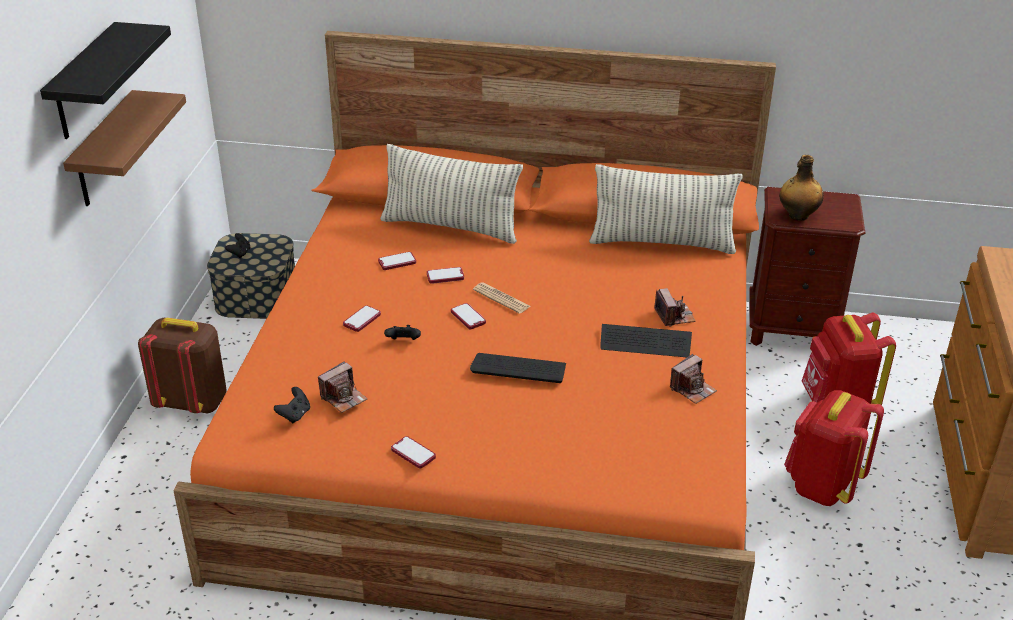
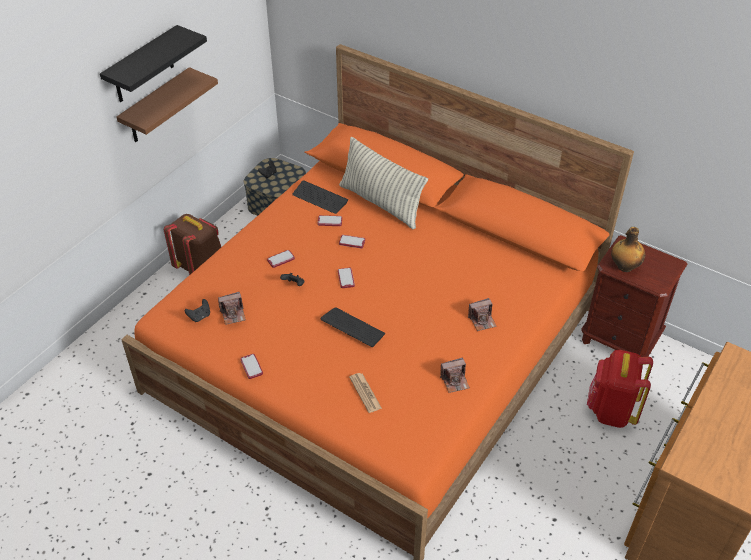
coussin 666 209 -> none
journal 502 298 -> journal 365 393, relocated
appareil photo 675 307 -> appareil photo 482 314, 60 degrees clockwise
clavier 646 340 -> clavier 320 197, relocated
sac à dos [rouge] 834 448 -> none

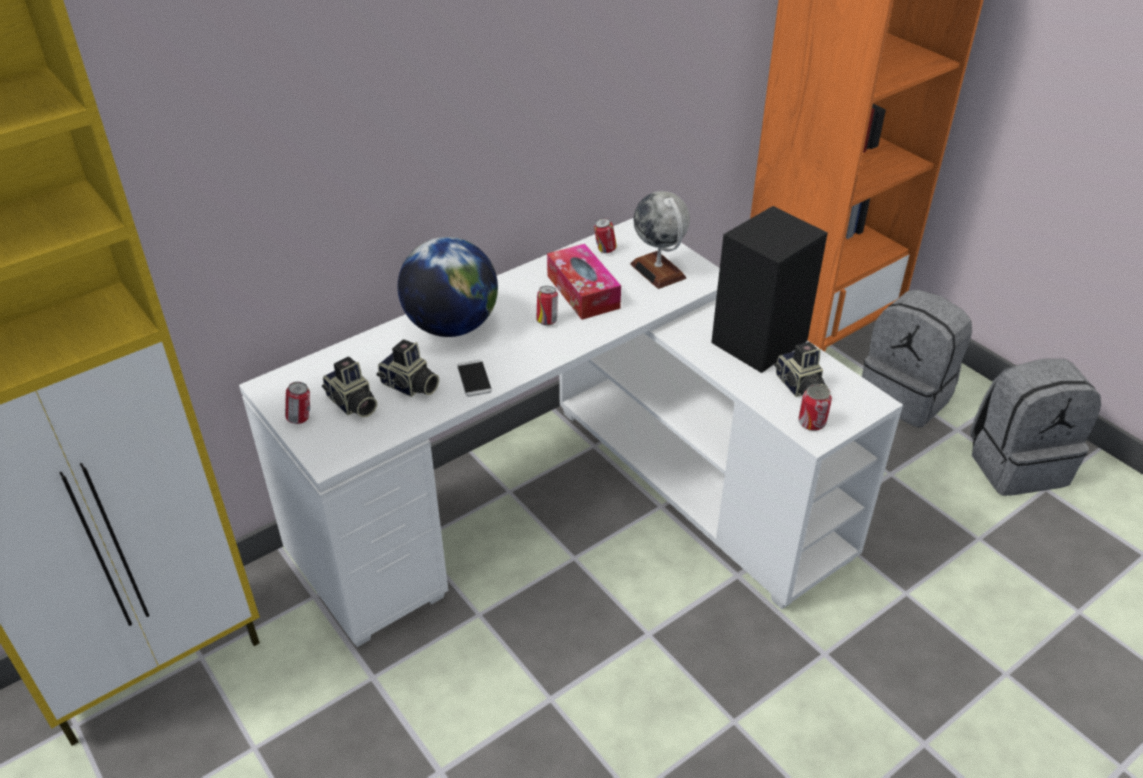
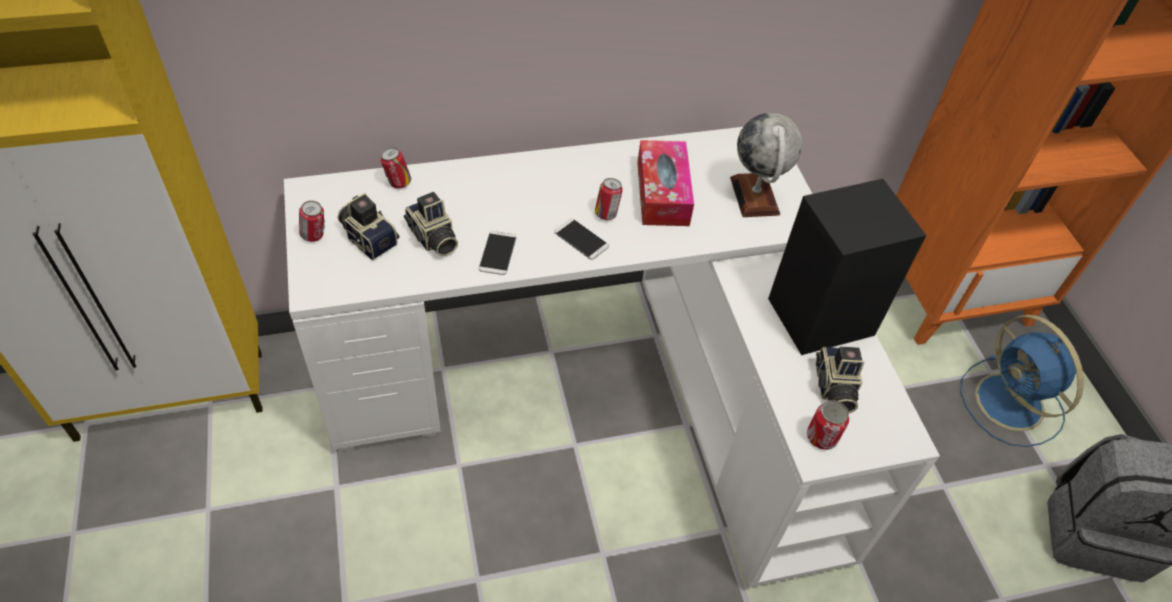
boîte métallique 605 235 -> boîte métallique 396 168, relocated
globe 448 287 -> none
sac à dos [gris] 917 358 -> ventilateur [bleu] 1022 381
appareil photo 349 386 -> appareil photo 369 226, 150 degrees clockwise
none -> téléphone 581 239

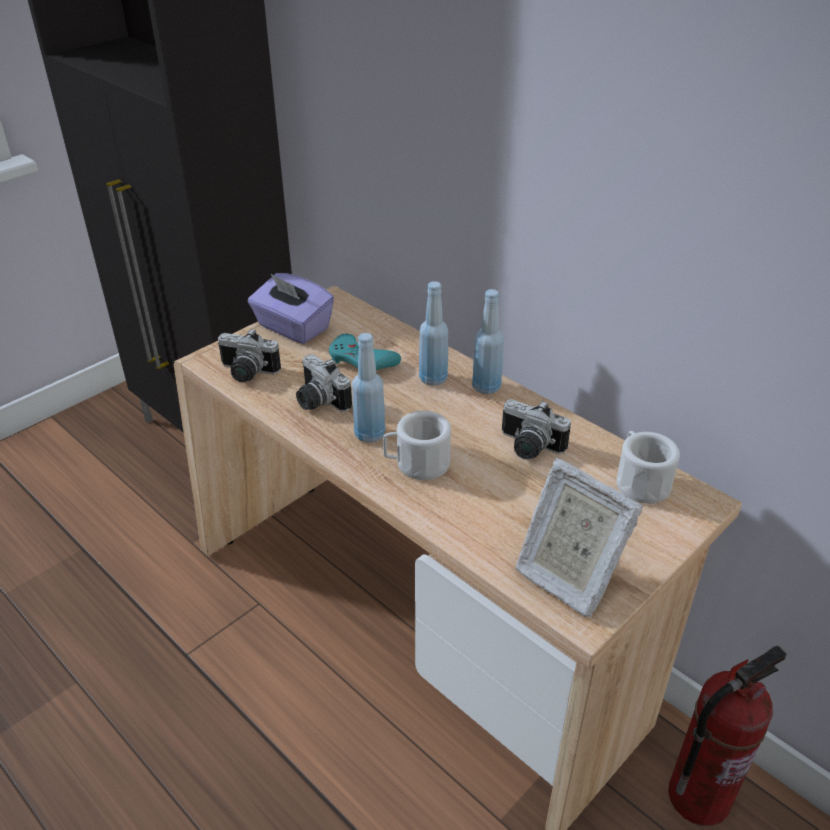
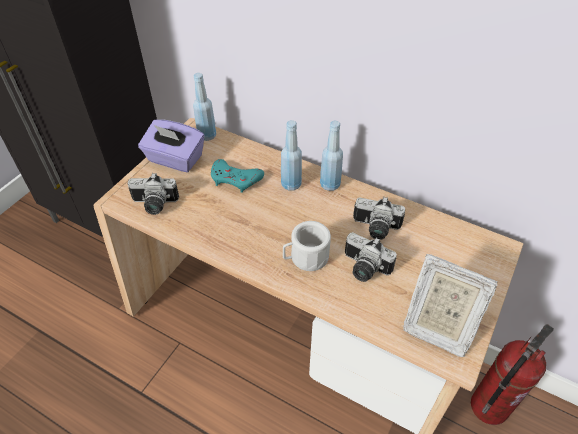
bouteille [bleu] 368 387 -> bouteille [bleu] 204 107, relocated
appareil photo 324 383 -> appareil photo 371 257, relocated
mug [blanc] 648 467 -> none

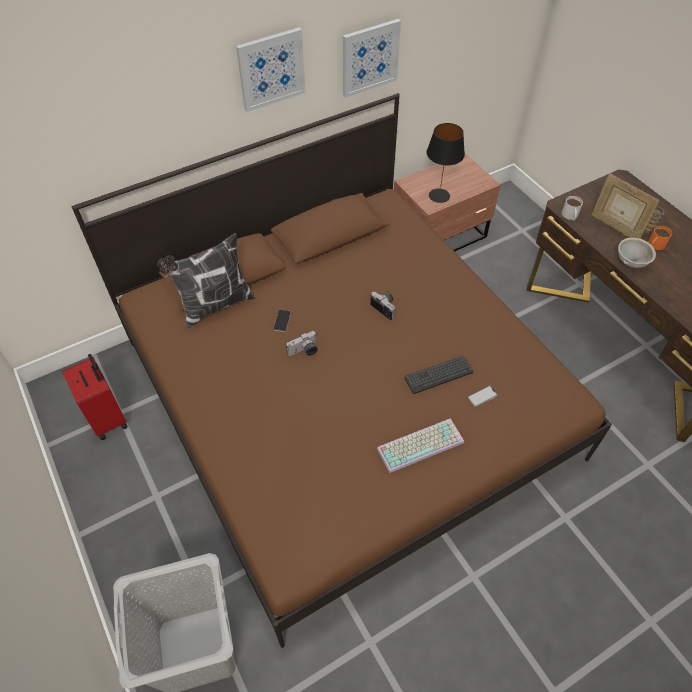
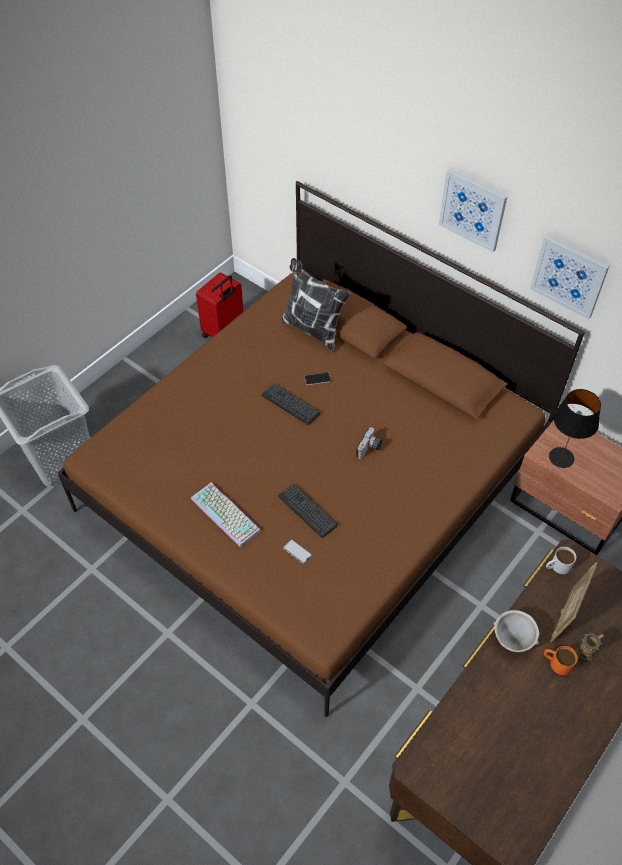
appareil photo 301 343 -> clavier 291 404

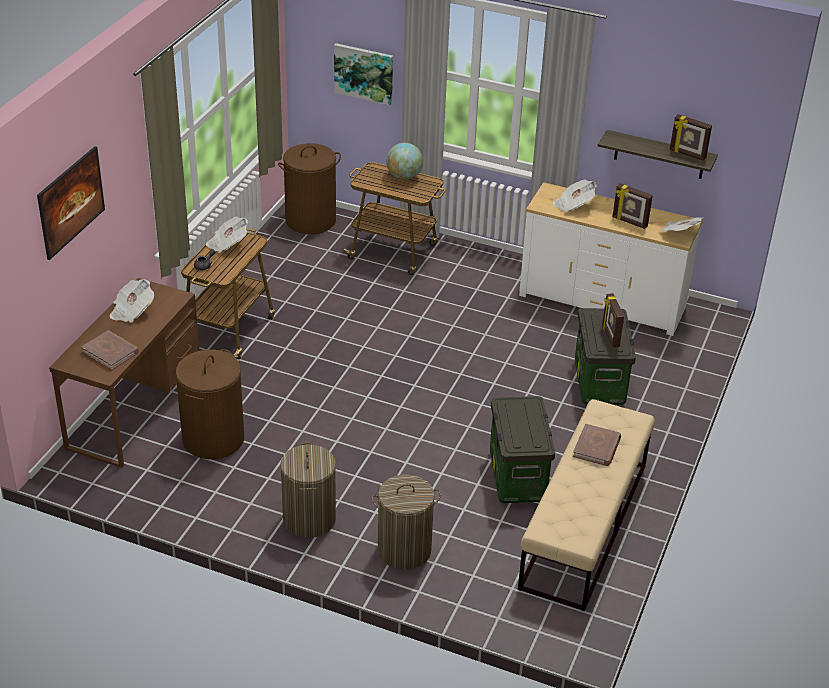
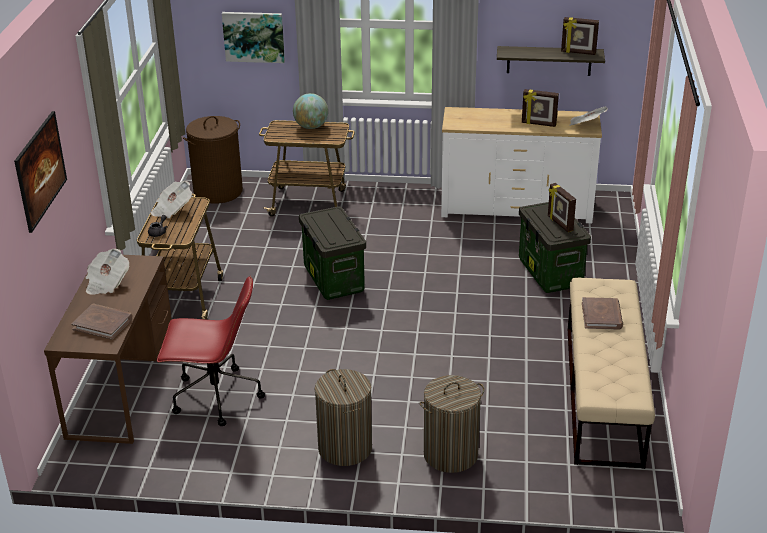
journal 575 196 -> none
panier à linge [marron] 209 404 -> chaise de bureau [rouge] 211 351
boîte de rangement 522 449 -> boîte de rangement 332 253, relocated

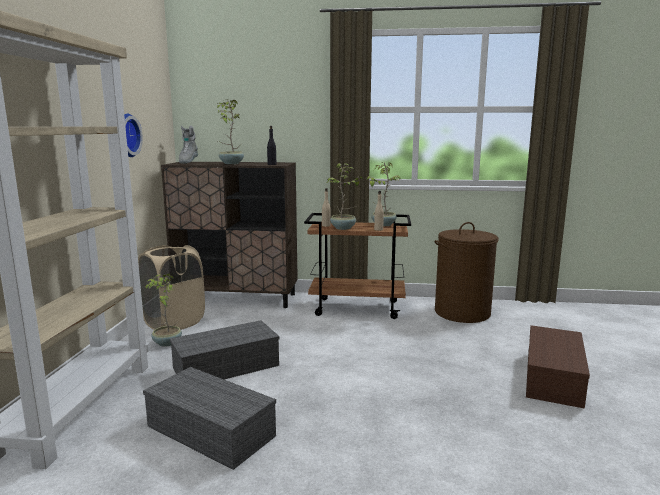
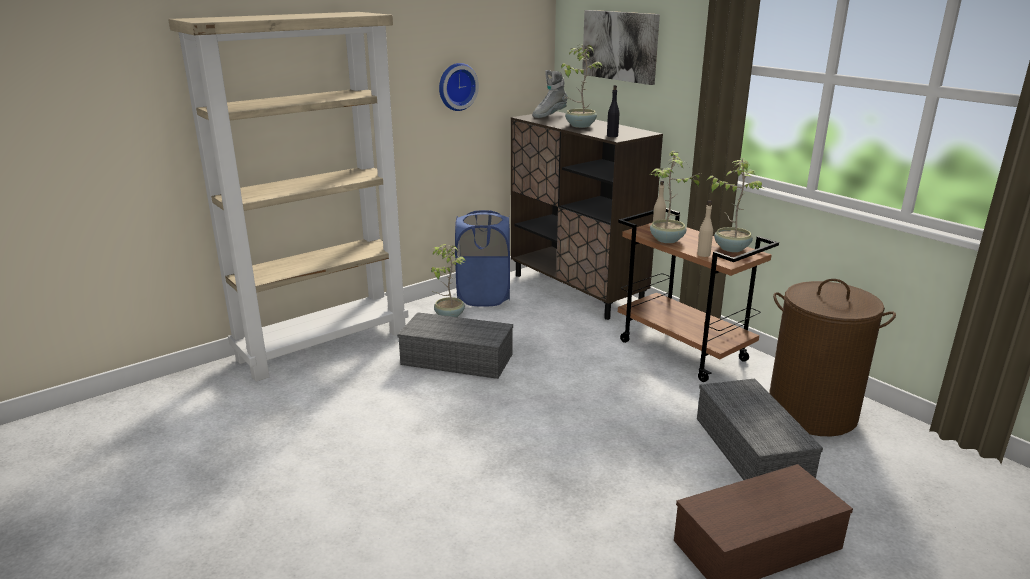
panier à linge [beige] 171 287 -> panier à linge [bleu] 482 258
boîte de rangement [gris] 209 418 -> boîte de rangement [gris] 760 429, relocated
none -> tableau 621 47

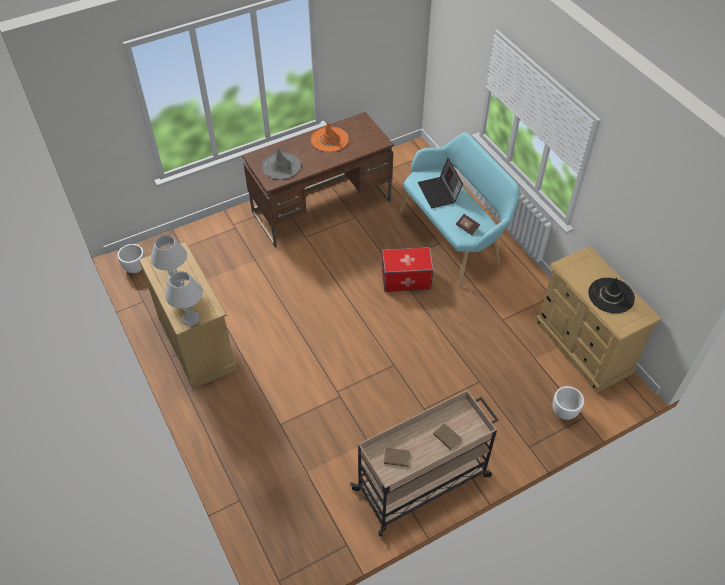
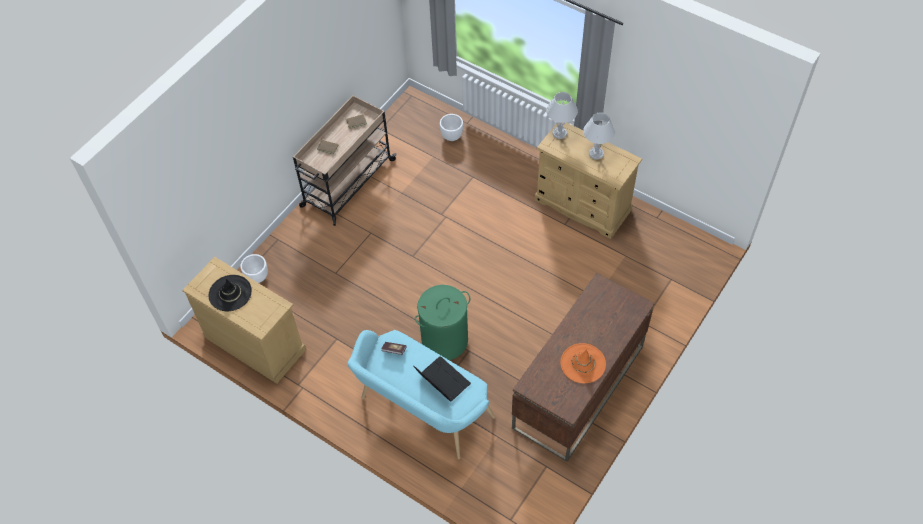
chapeau [gris] 281 163 -> none
cache-pot [blanc] 131 258 -> cache-pot [blanc] 451 127, relocated
boîte de rangement 408 269 -> panier à linge [vert] 442 322

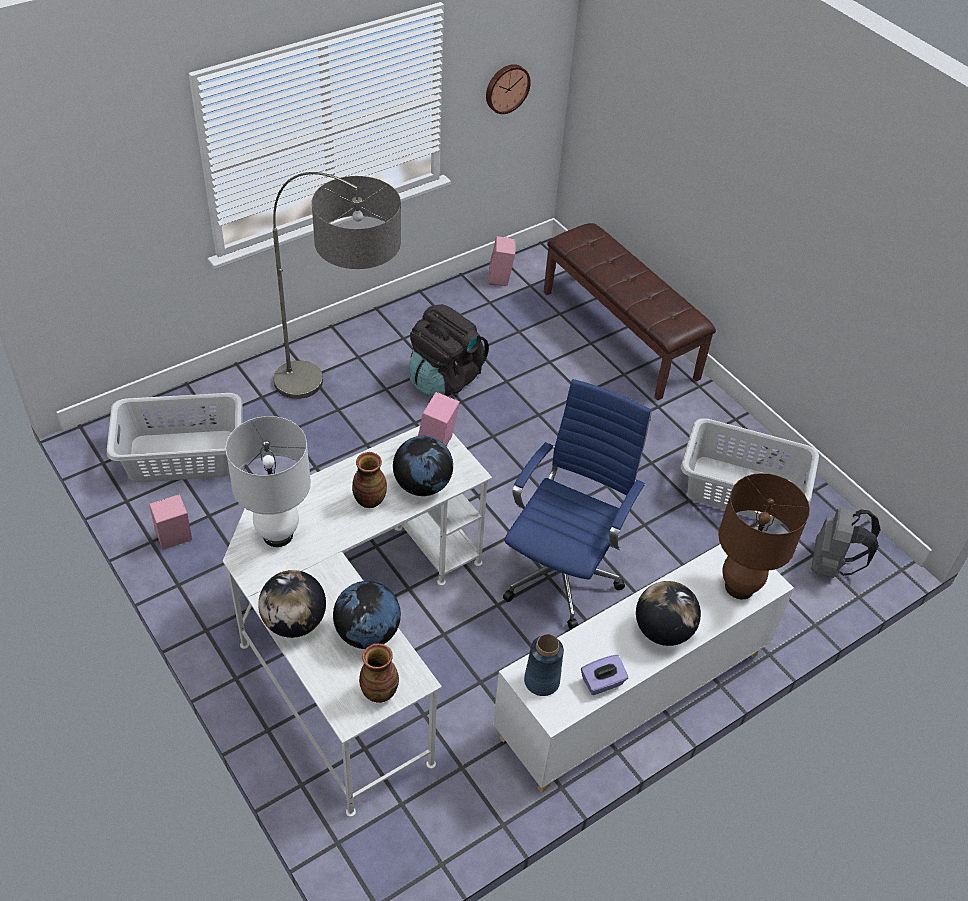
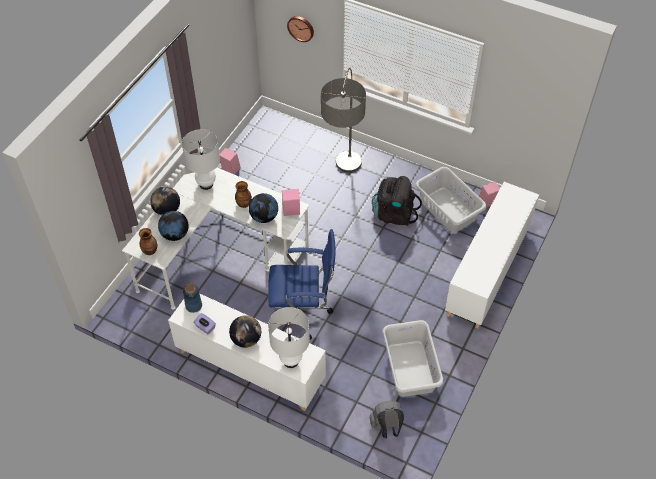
horloge murale 508 89 -> horloge murale 300 29, relocated
banc [marron] 630 311 -> meuble de rangement [blanc] 492 255
panier à linge [gris] 175 437 -> panier à linge [gris] 451 200, relocated
lampe de table [marron] 764 536 -> lampe de table [blanc] 289 337

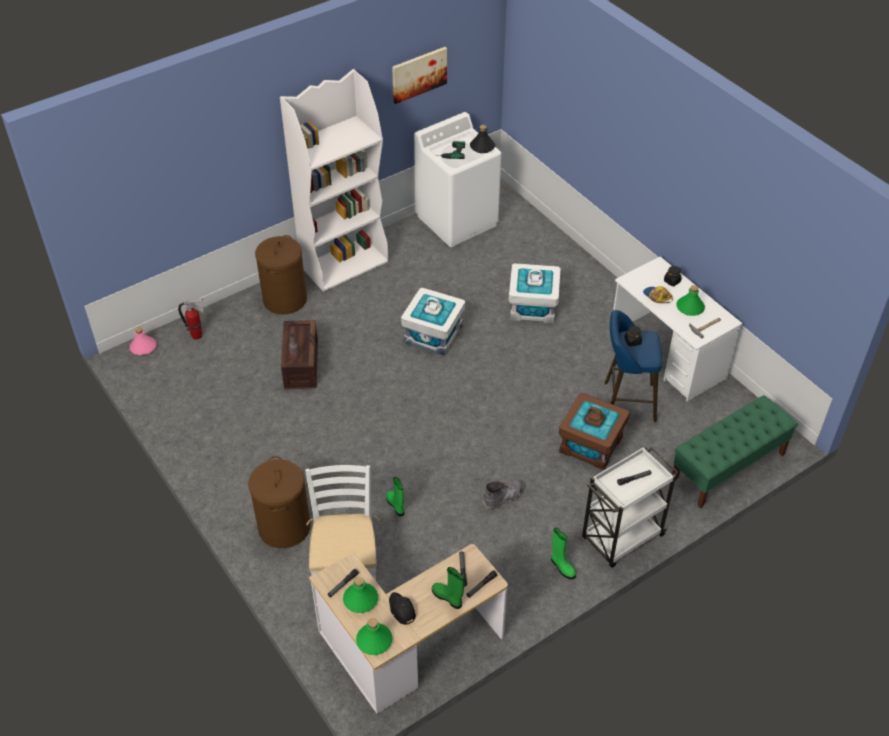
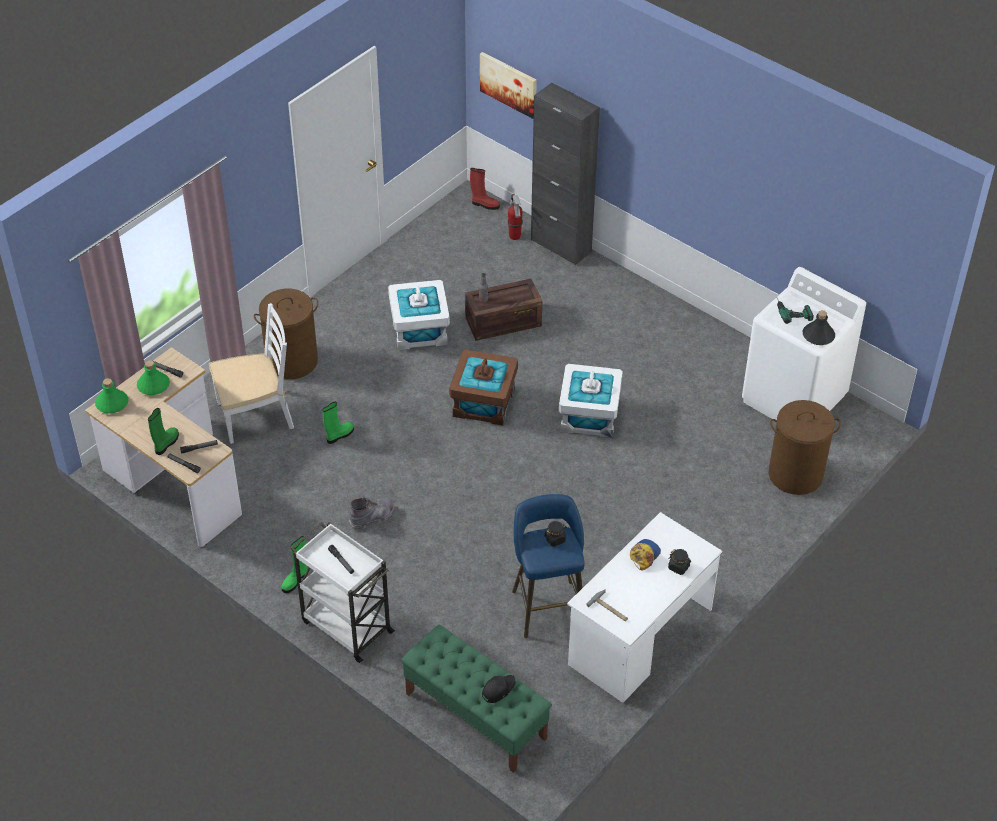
tableau 419 75 -> tableau 508 85, relocated
bibliothèque [blanc] 334 180 -> none
panier à linge [marron] 281 275 -> panier à linge [marron] 805 447, relocated
boîte de rangement [blanc] 534 293 -> boîte de rangement [blanc] 419 315, relocated
bouteille [vert] 690 300 -> none
bouteille [rose] 143 341 -> botte [rouge] 485 189
boîte de rangement [marron] 594 431 -> boîte de rangement [marron] 483 387, relocated
botte [gris] 502 495 -> botte [gris] 371 513, 75 degrees counterclockwise
casquette [noir] 402 608 -> casquette [noir] 498 689, relocated
none -> meuble de rangement [noir] 565 174

